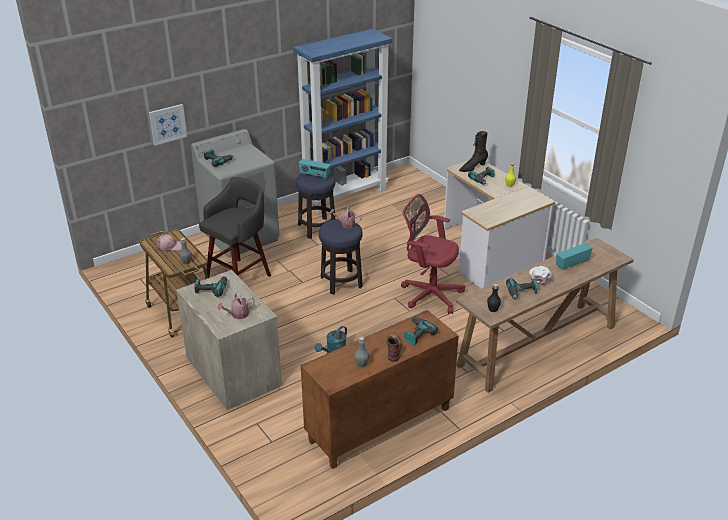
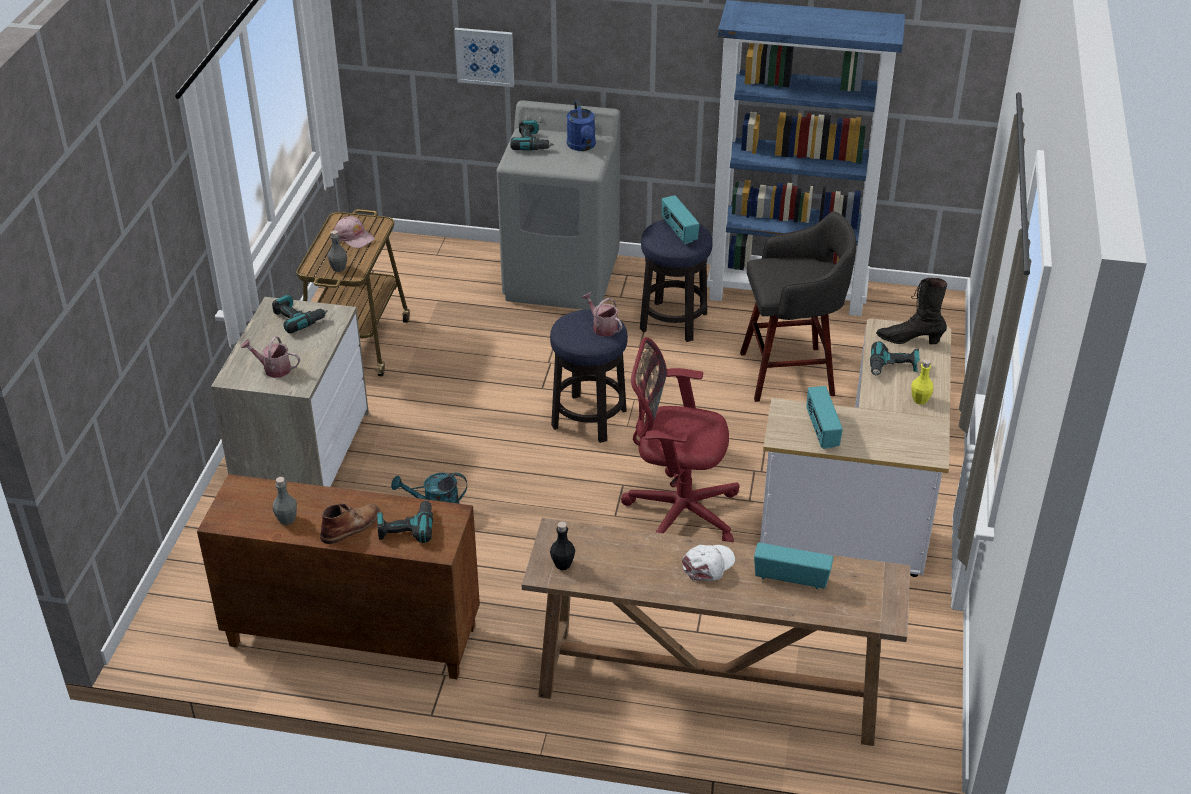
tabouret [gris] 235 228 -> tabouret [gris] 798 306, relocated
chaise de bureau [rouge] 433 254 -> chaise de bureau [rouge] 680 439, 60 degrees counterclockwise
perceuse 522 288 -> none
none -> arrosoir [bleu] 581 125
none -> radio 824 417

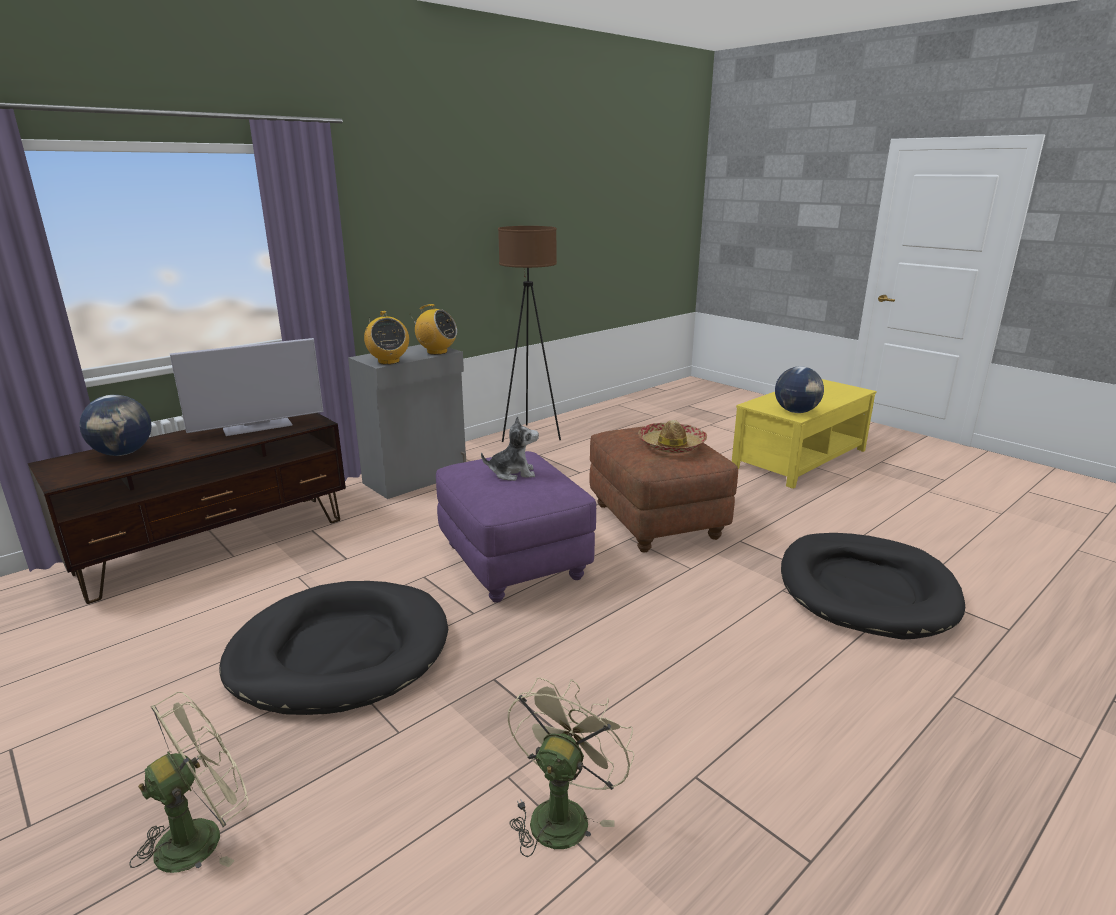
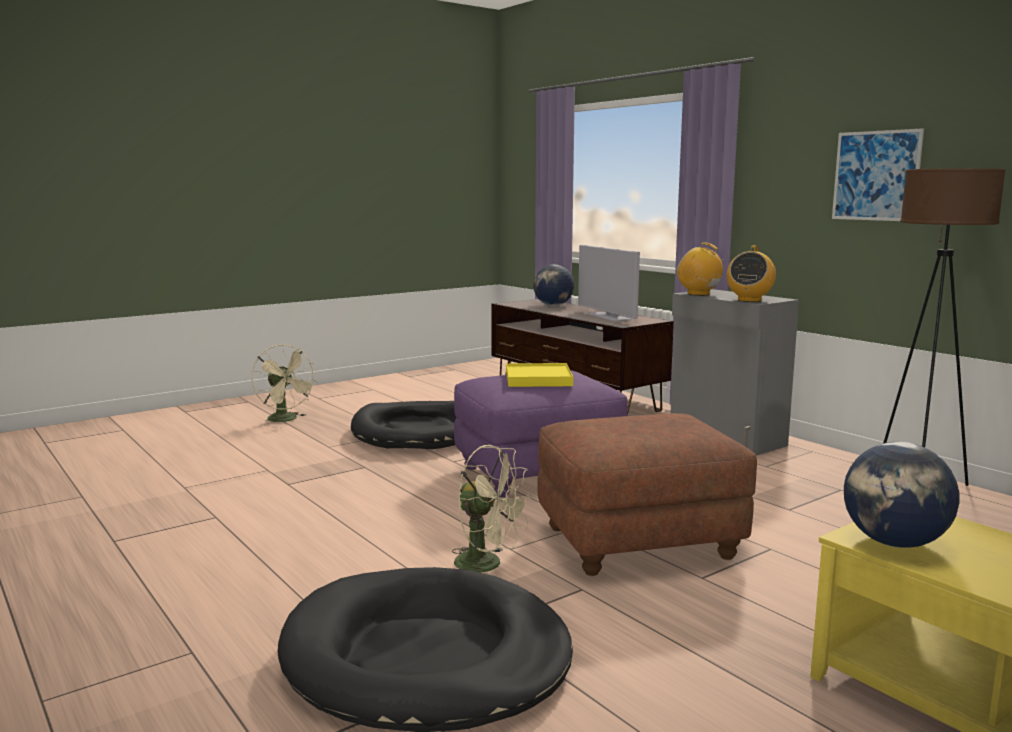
radio 386 338 -> radio 703 269, 60 degrees clockwise
peluche 510 448 -> plateau [jaune] 539 375
chapeau 672 436 -> none
ventilateur [beige] 570 767 -> ventilateur [beige] 492 509, relocated
none -> tableau 878 174

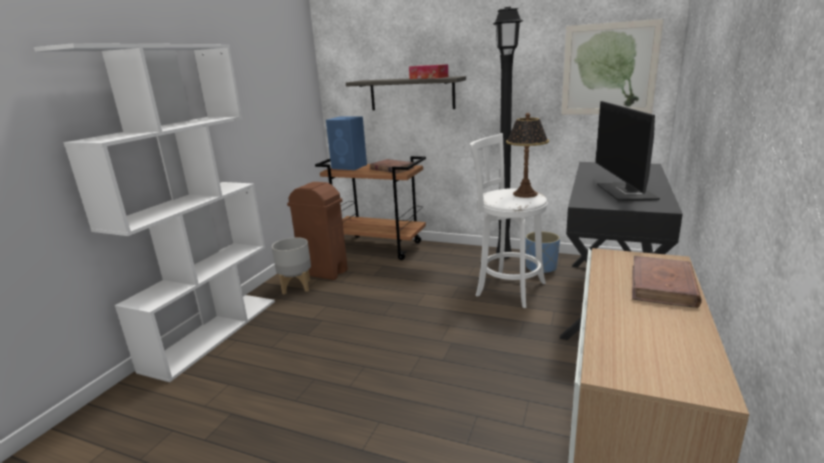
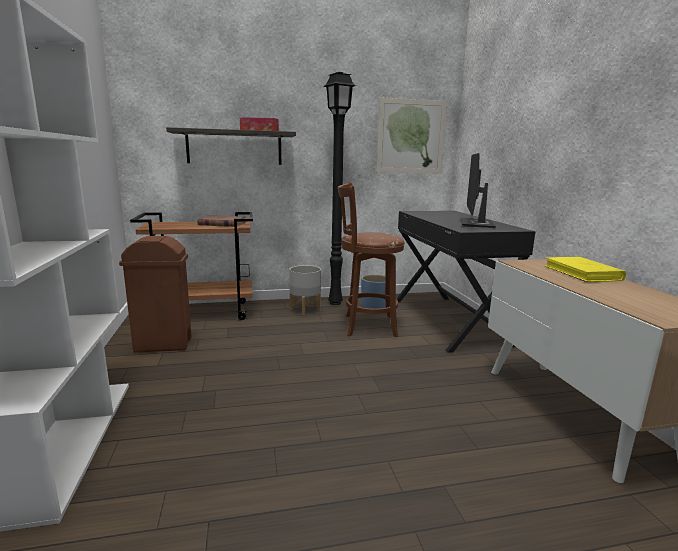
écran d'ordinateur 627 151 -> écran d'ordinateur 478 190, 45 degrees clockwise
lampe de table 527 155 -> none
enceinte [bleu] 346 143 -> none
tabouret [blanc] 509 220 -> tabouret [marron] 371 259
cache-pot [gris] 291 265 -> cache-pot [gris] 305 290, relocated
livre [marron] 667 282 -> livre [jaune] 585 269

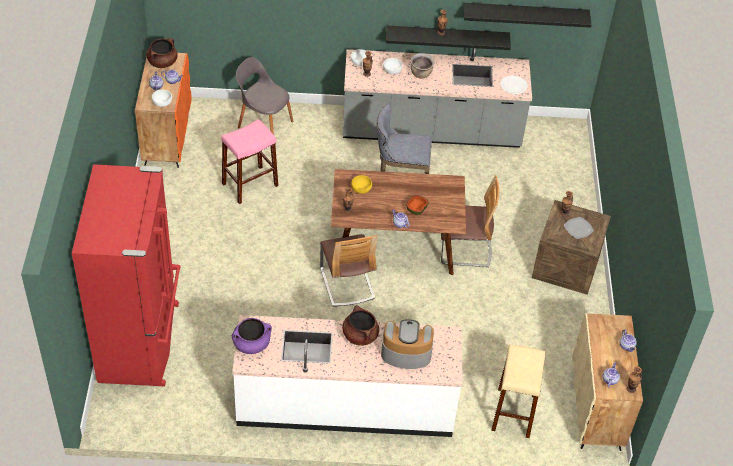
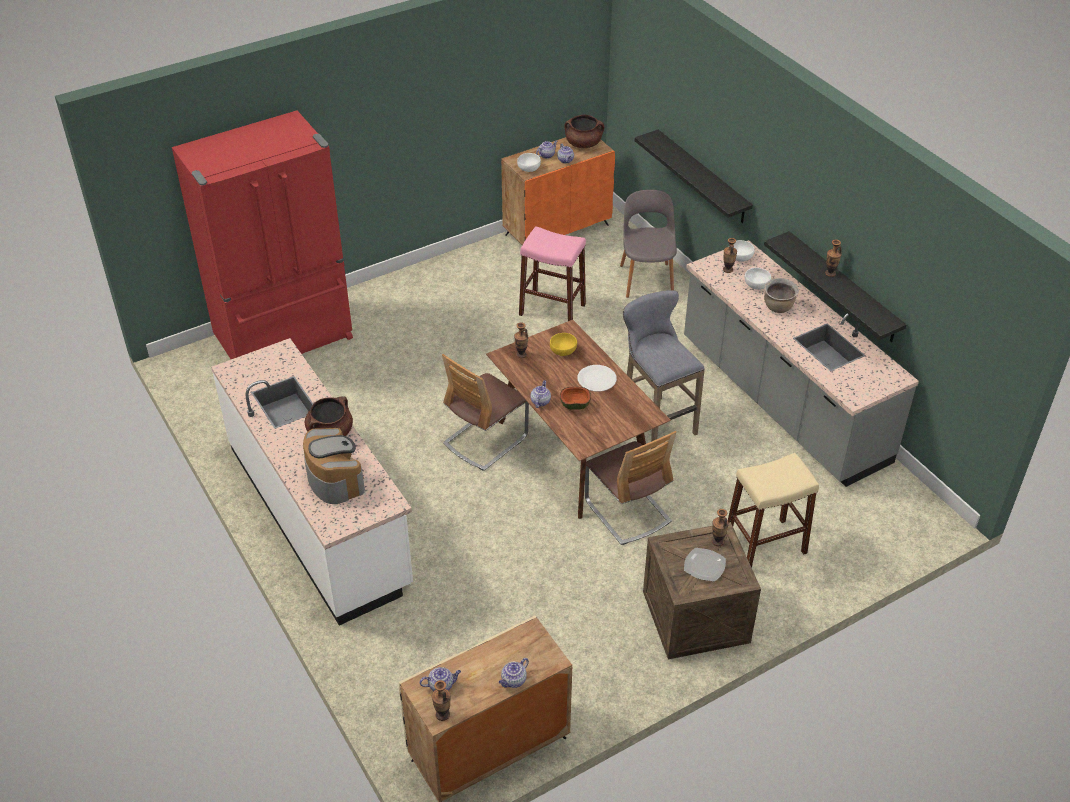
étagère [noir] 528 15 -> étagère [noir] 694 176, relocated
assiette [blanc] 514 85 -> assiette [blanc] 597 378, relocated
marmite [violet] 252 336 -> none
tabouret [beige] 518 391 -> tabouret [beige] 773 510, relocated

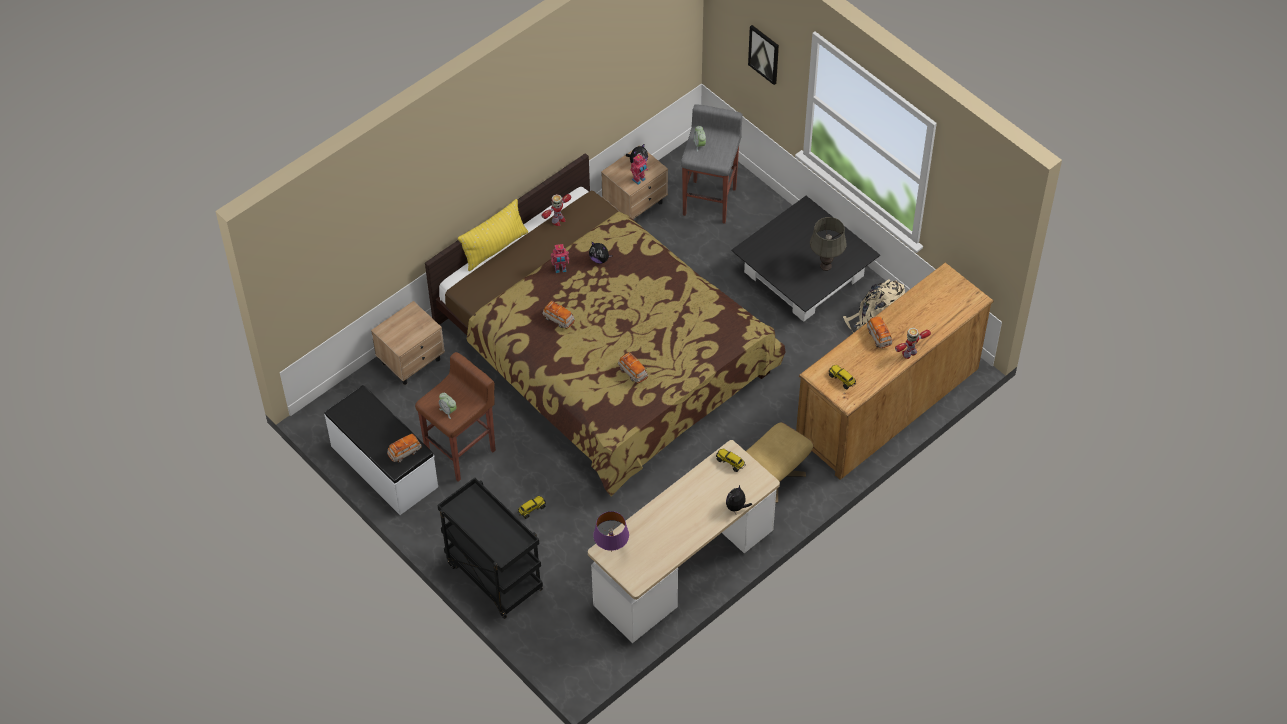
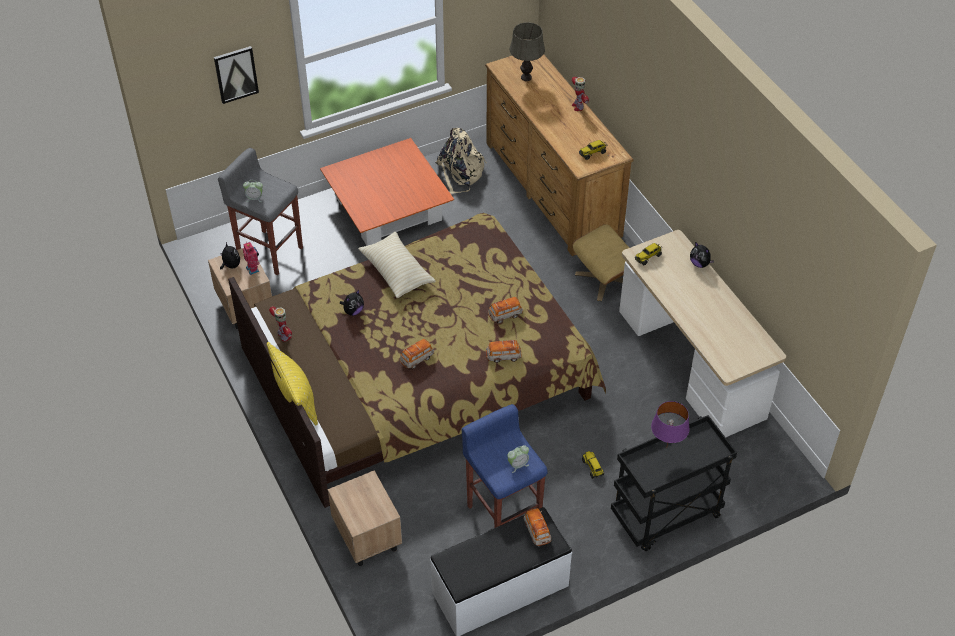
table basse [noir] 805 259 -> table basse [orange] 387 192
lampe de table [gris] 828 244 -> lampe de table [gris] 527 51, relocated
robot jouet 560 258 -> none
petite voiture 879 332 -> petite voiture 504 351, relocated
tabouret [marron] 455 417 -> tabouret [bleu] 505 466
lampe de table [violet] 611 531 -> lampe de table [violet] 670 423, relocated
none -> coussin [beige] 397 265

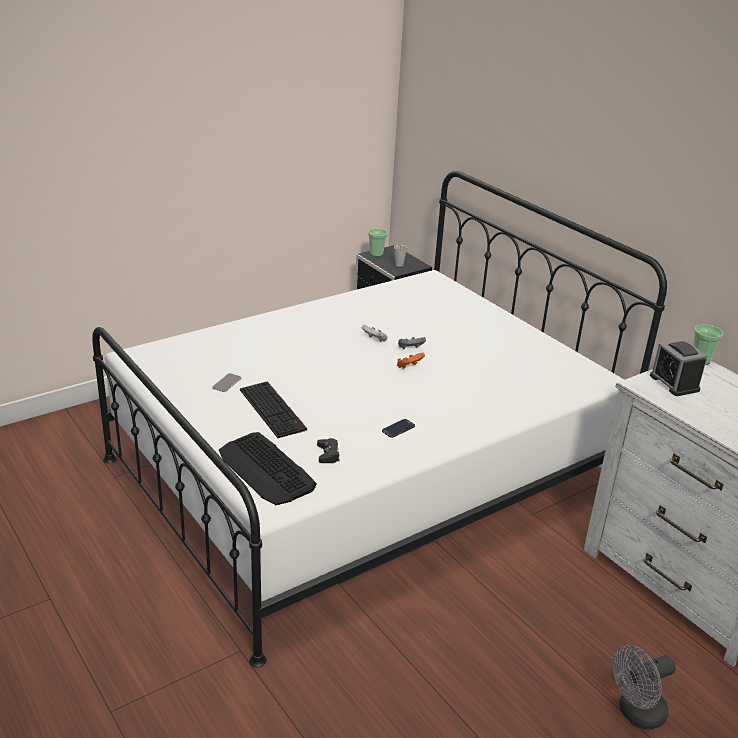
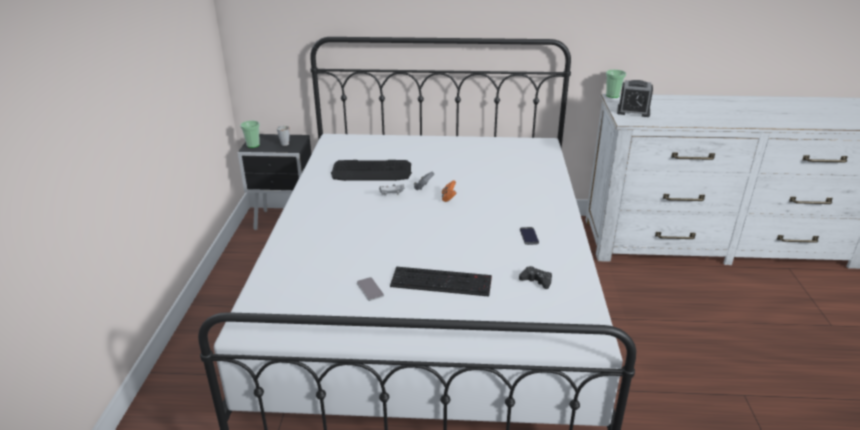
clavier 268 468 -> clavier 371 170, relocated
ventilateur [gris] 644 686 -> none

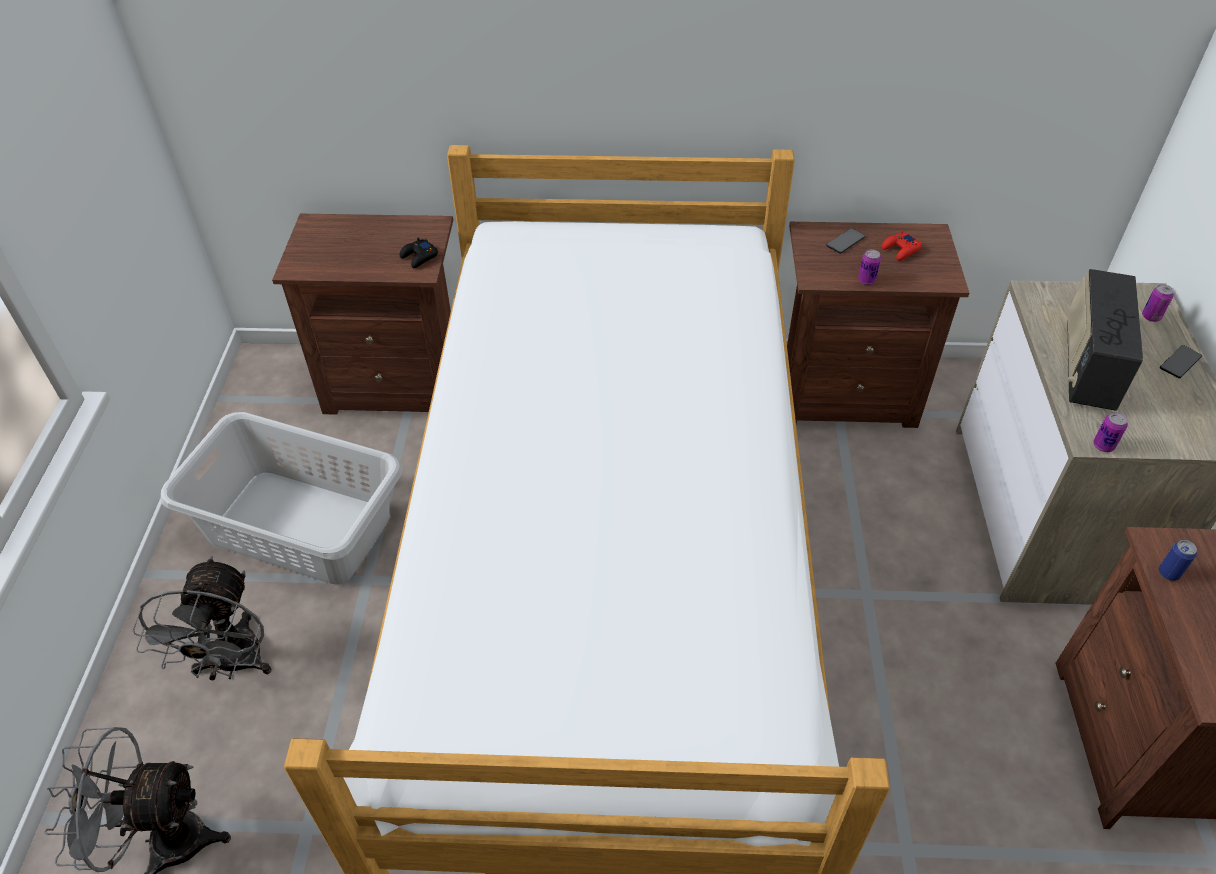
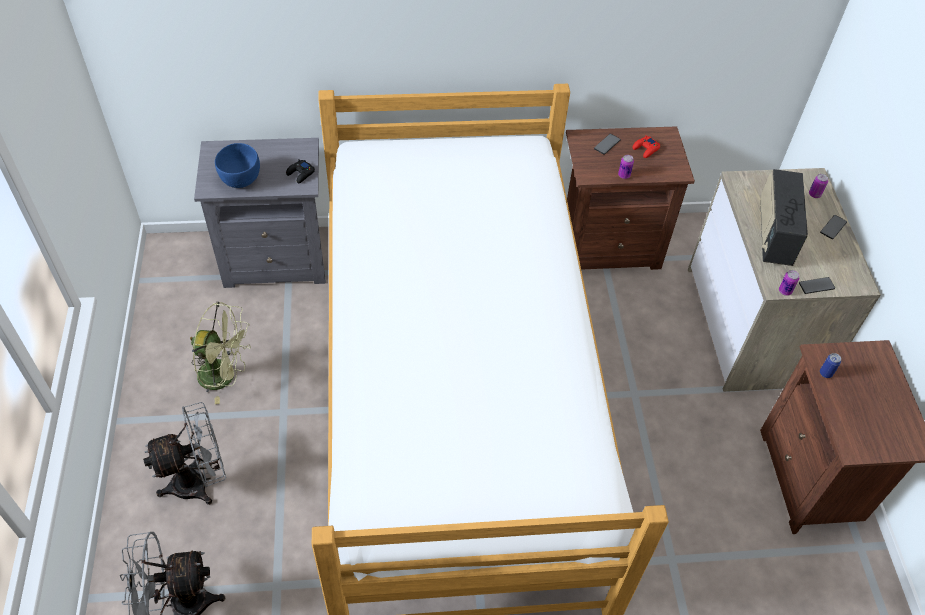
table de chevet [marron] 362 314 -> table de chevet [gris] 260 213
panier à linge [gris] 282 498 -> ventilateur [vert] 220 353
ventilateur [gris] 202 618 -> ventilateur [gris] 184 453, 105 degrees counterclockwise
none -> bol [bleu] 237 165
none -> téléphone 817 285

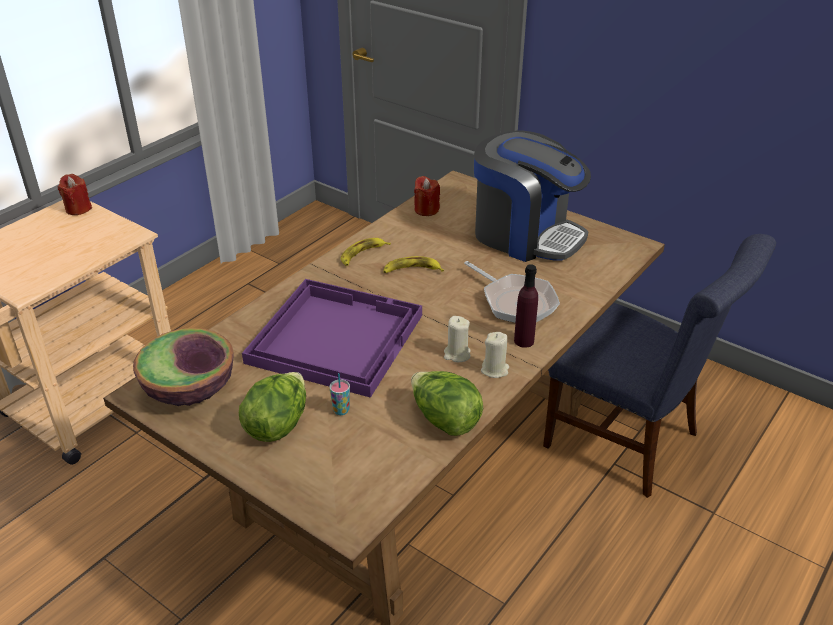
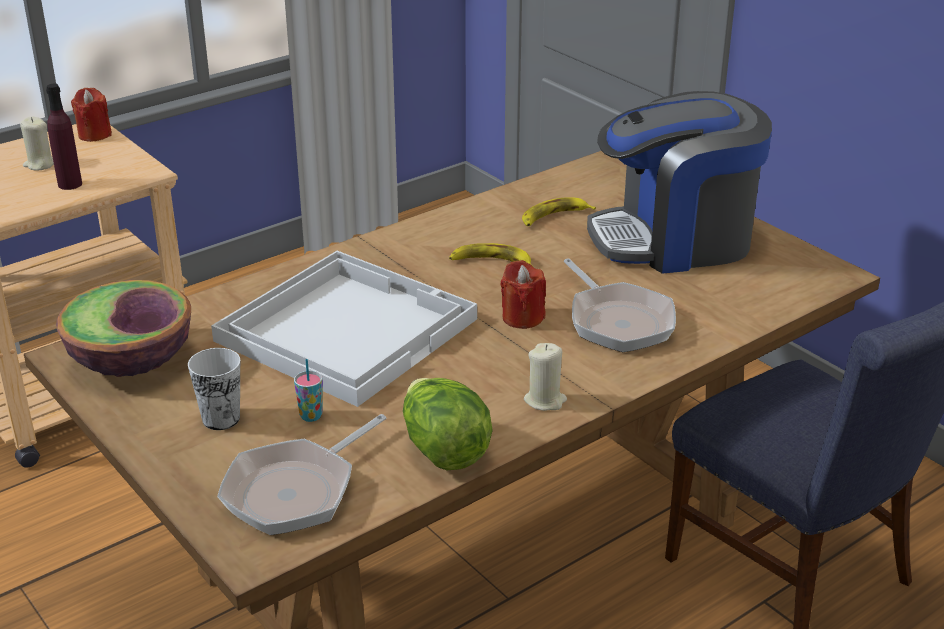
machine à café 532 196 -> machine à café 679 182, 120 degrees clockwise
bougie [rouge] 427 196 -> bougie [rouge] 523 294, relocated
banane 366 252 -> banane 559 211, relocated
bouteille [violet] 526 306 -> bouteille [violet] 64 137, relocated
plateau [violet] 332 338 -> plateau [blanc] 344 329
bougie [beige] 457 339 -> bougie [beige] 37 143, relocated
laitue 272 407 -> tasse 214 389
none -> poêle 301 474

